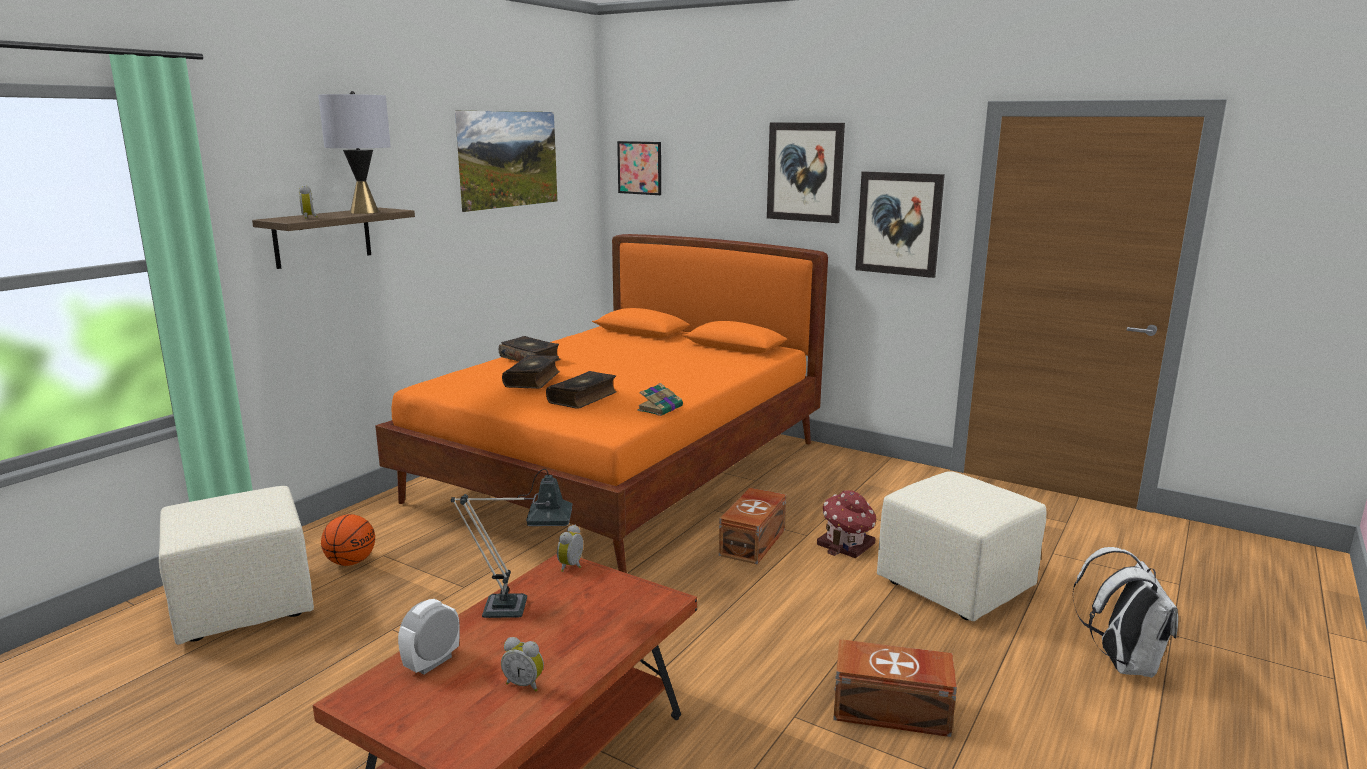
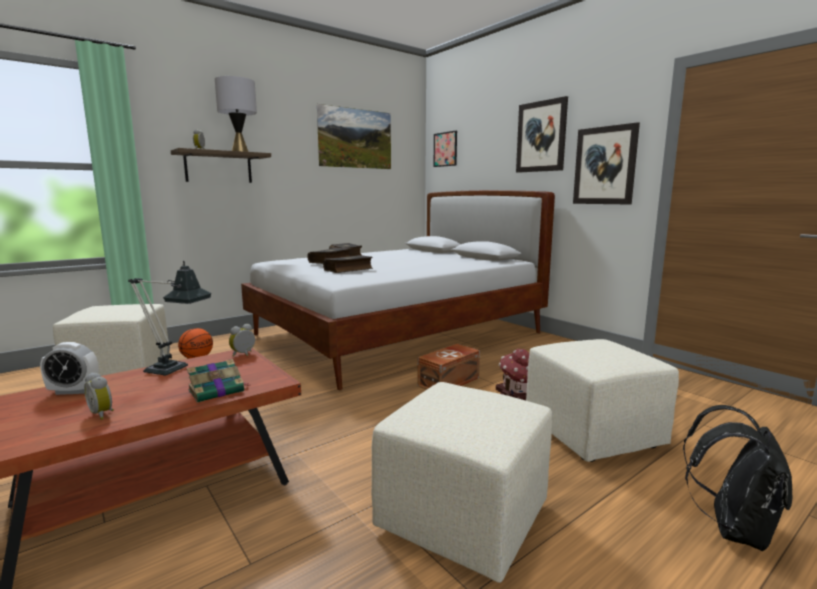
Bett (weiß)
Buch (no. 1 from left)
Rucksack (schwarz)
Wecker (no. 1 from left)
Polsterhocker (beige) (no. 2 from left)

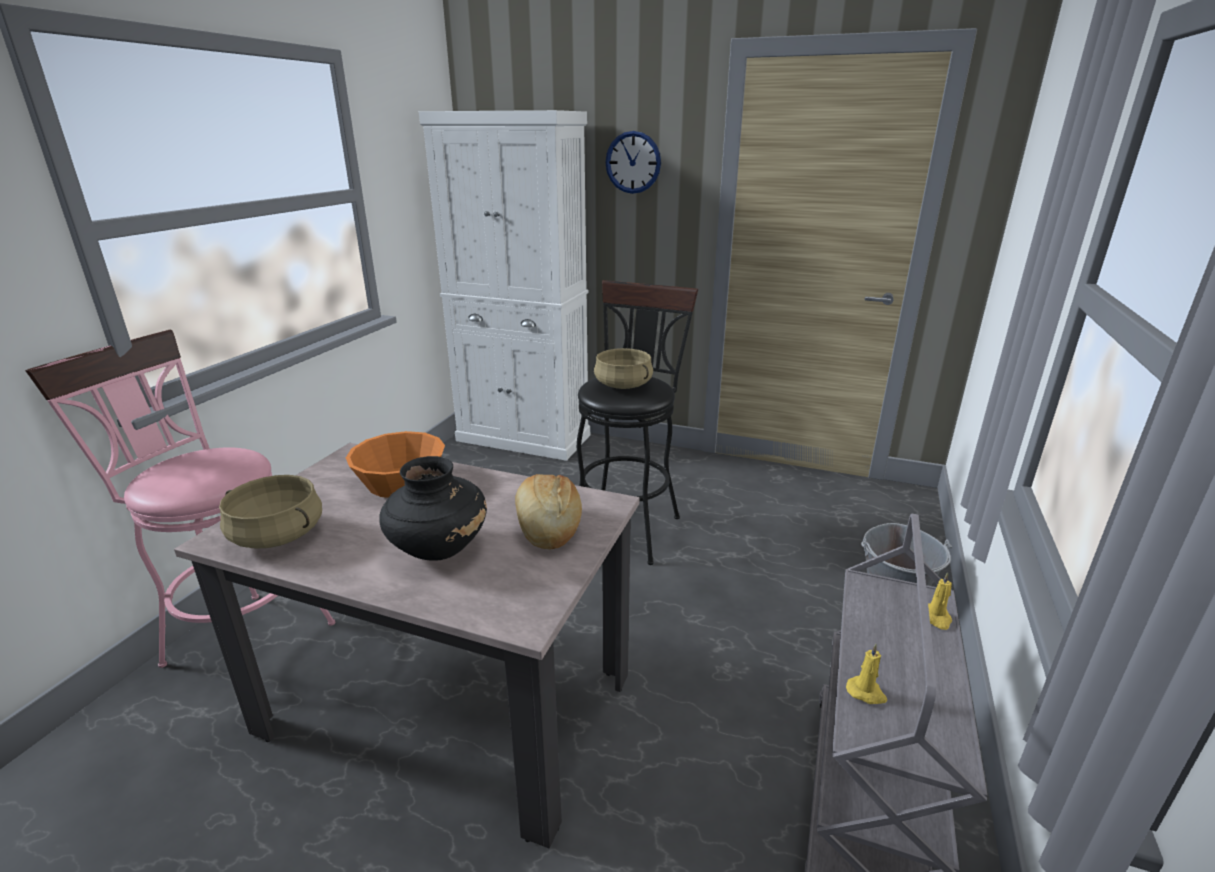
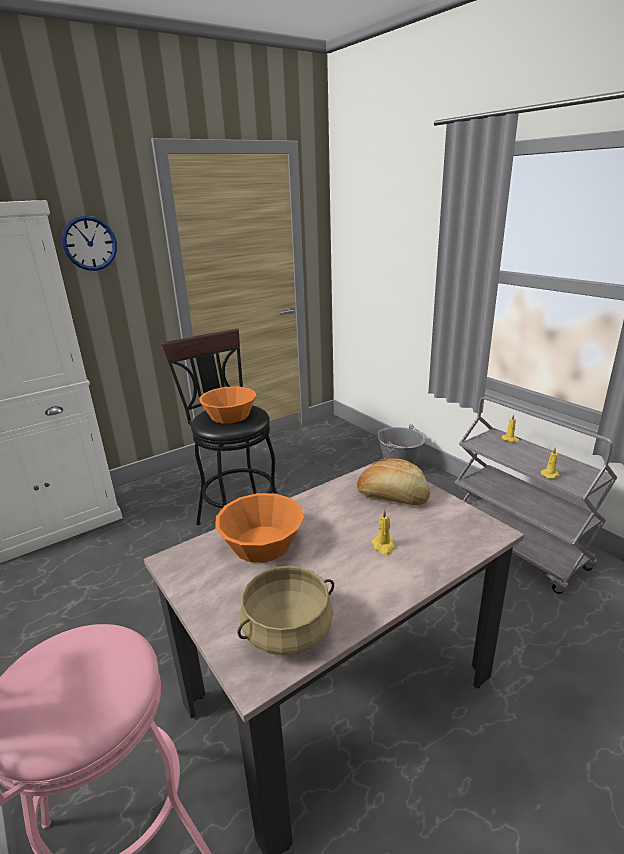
Schüssel (orange) (no. 1 from left)
Kerze (gelb) (no. 1 from left)

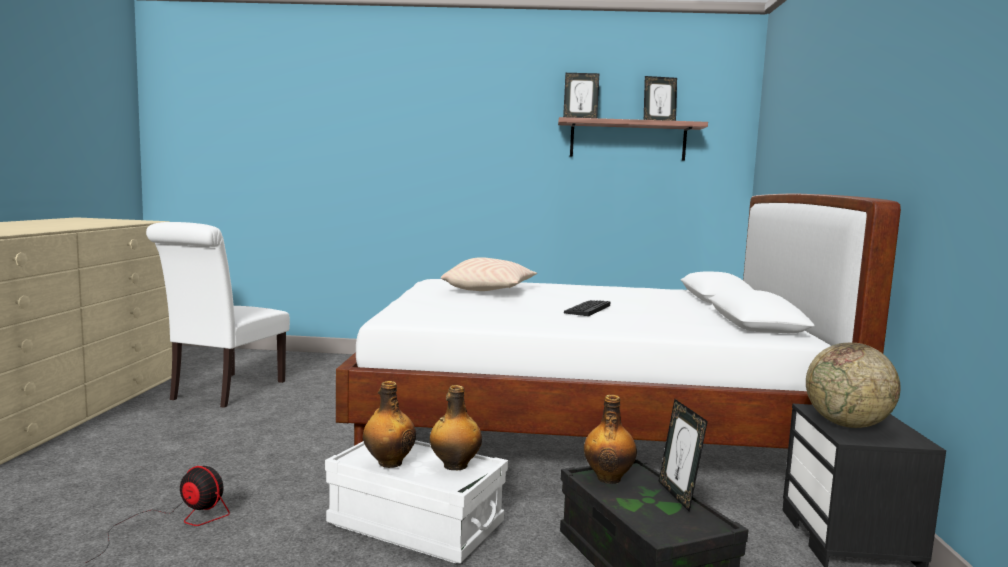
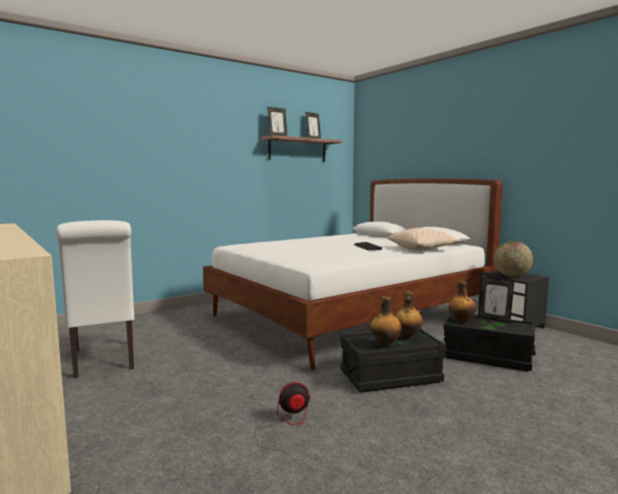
Kissen (beige)
Aufbewahrungsbox (schwarz) (no. 1 from left)

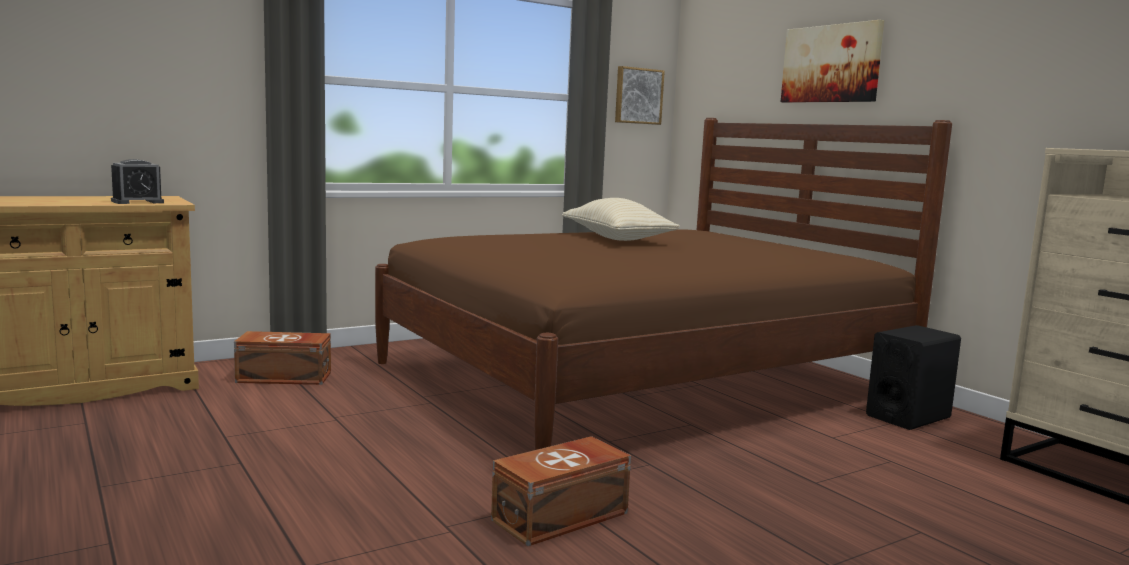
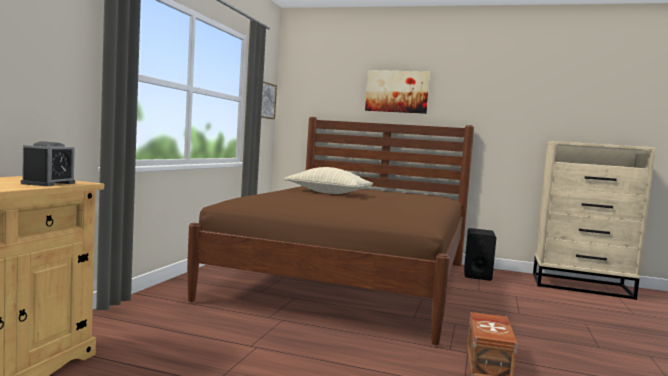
Aufbewahrungsbox (braun) (no. 1 from left in the first image)

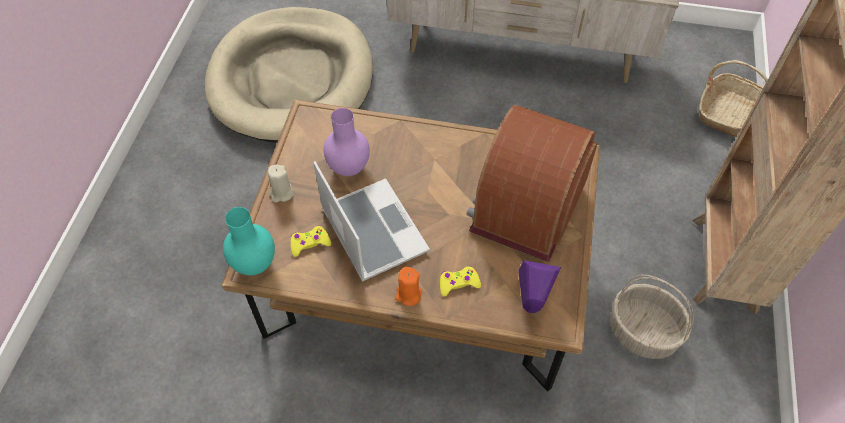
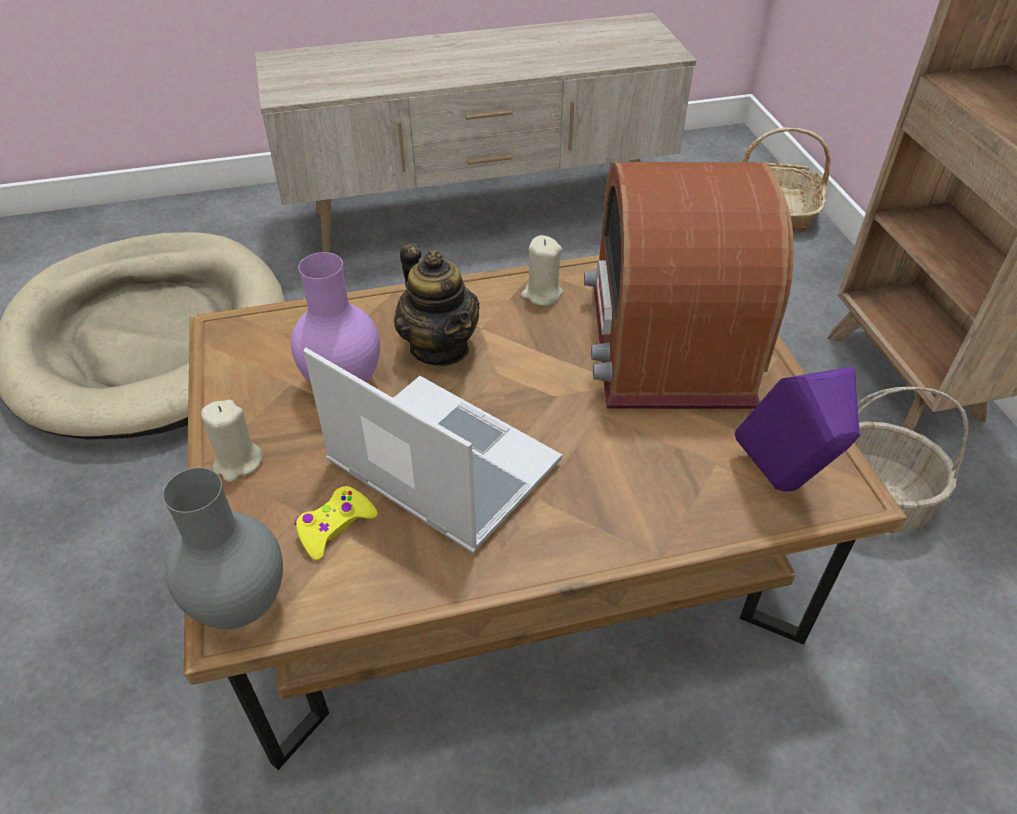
Vase (grau)
Gamepad (gelb) (no. 2 from left in the first image)
Kerze (orange)
Kerze (beige) (no. 2 from left)
Teekanne

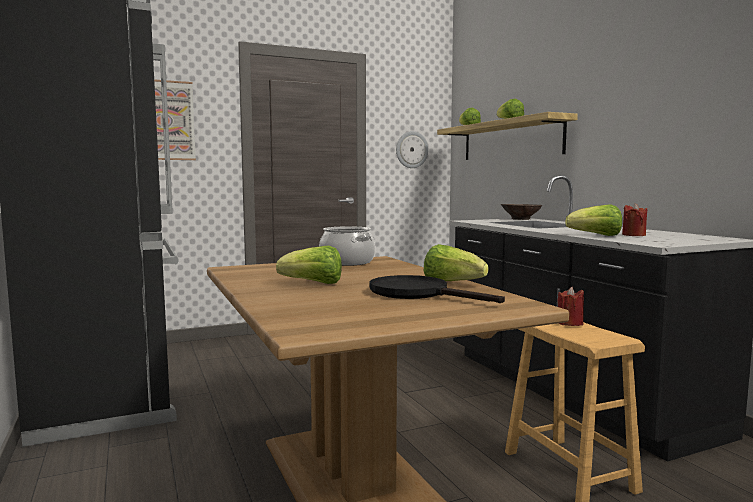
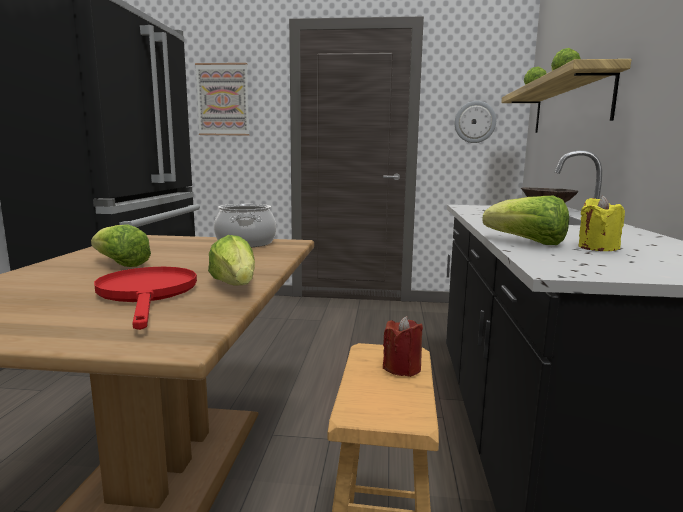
Kerze (gelb)
Pfanne (rot)

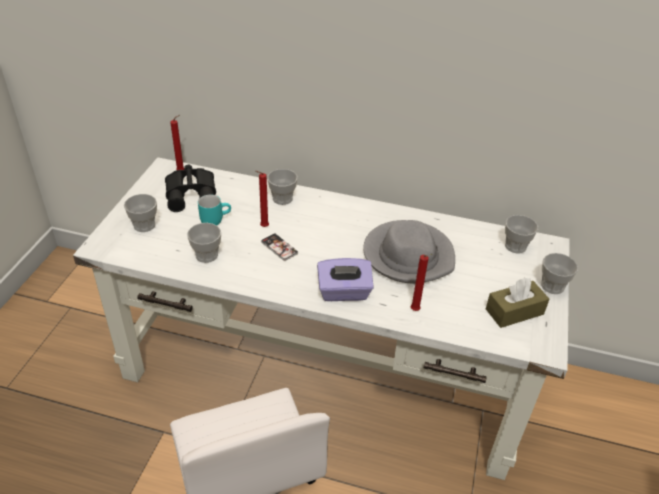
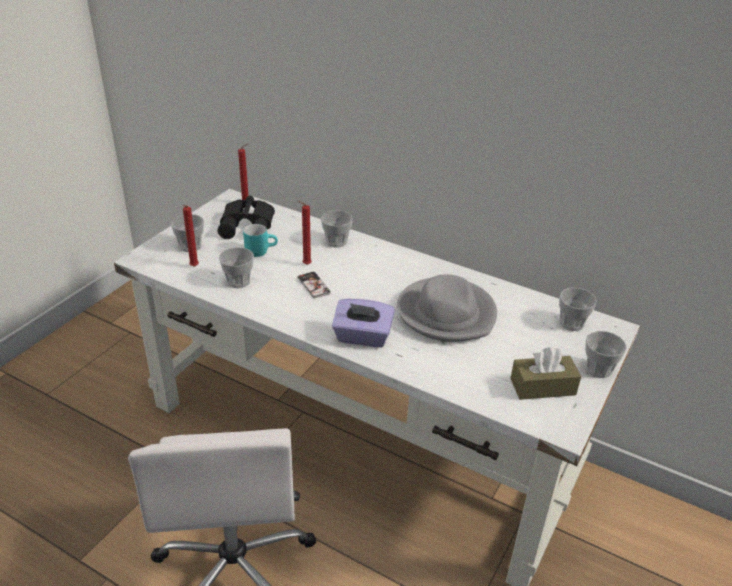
Kerze (rot) (no. 1 from left)

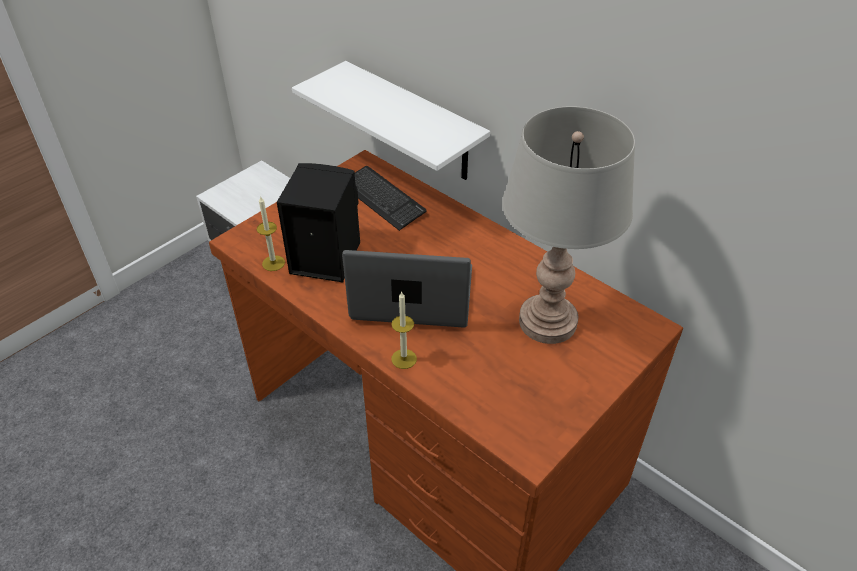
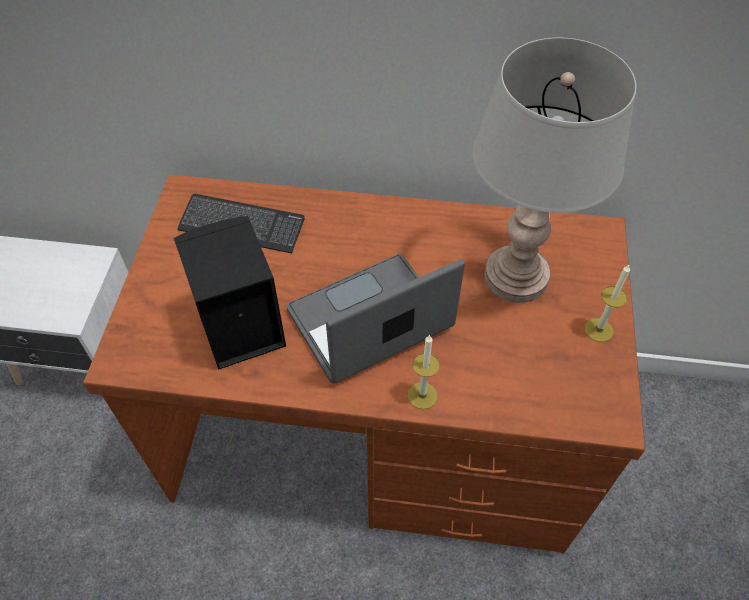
Wandregal (weiß)
Kerze (no. 2 from left)

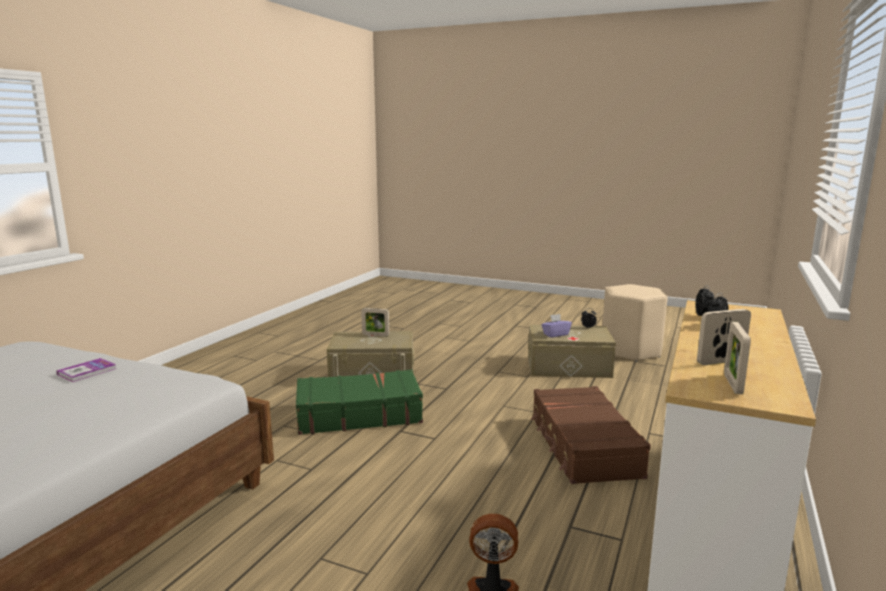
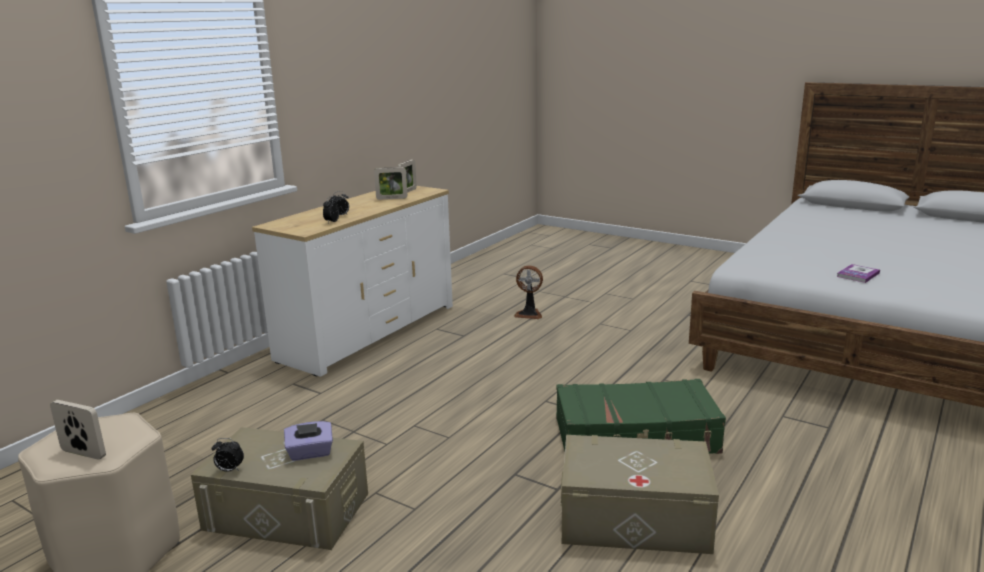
Bilderrahmen (no. 1 from left)
Koffer (braun)

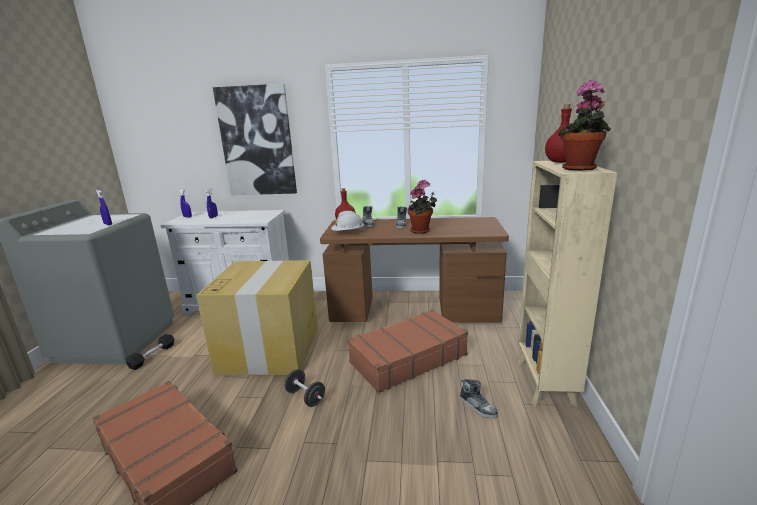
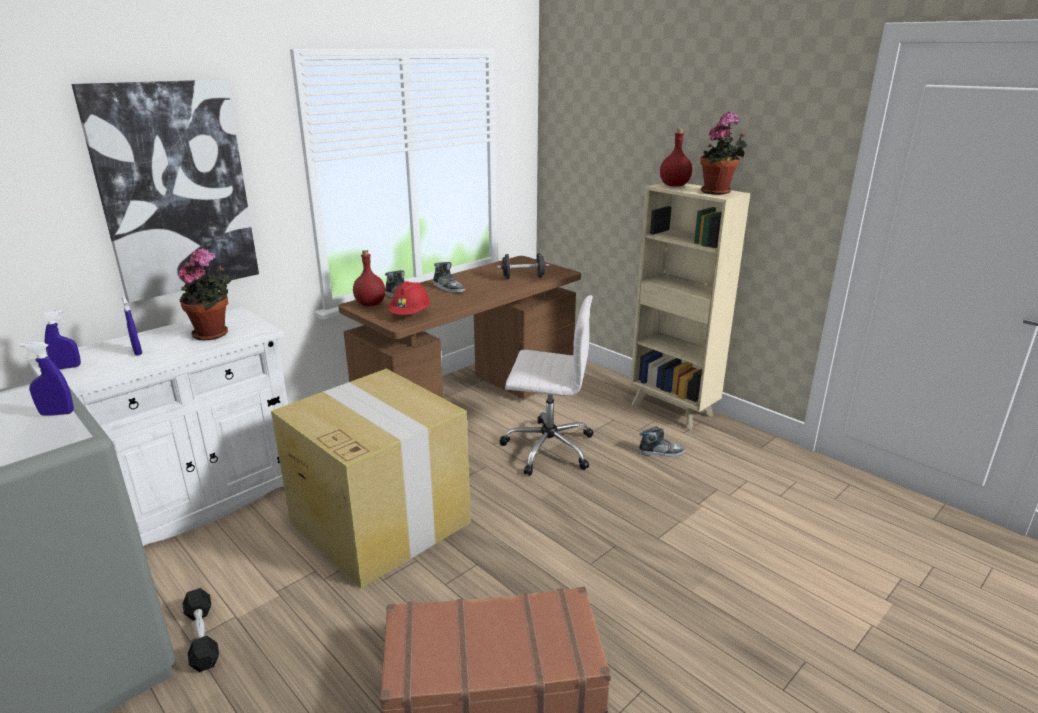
Topfpflanze (no. 1 from left)
Schutzhelm (rot)
Bürostuhl (weiß)
Hantel (schwarz) (no. 2 from left)

